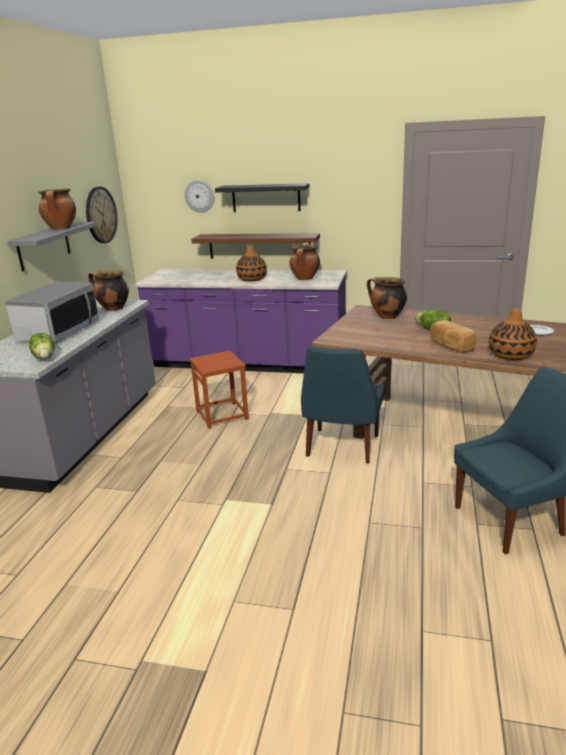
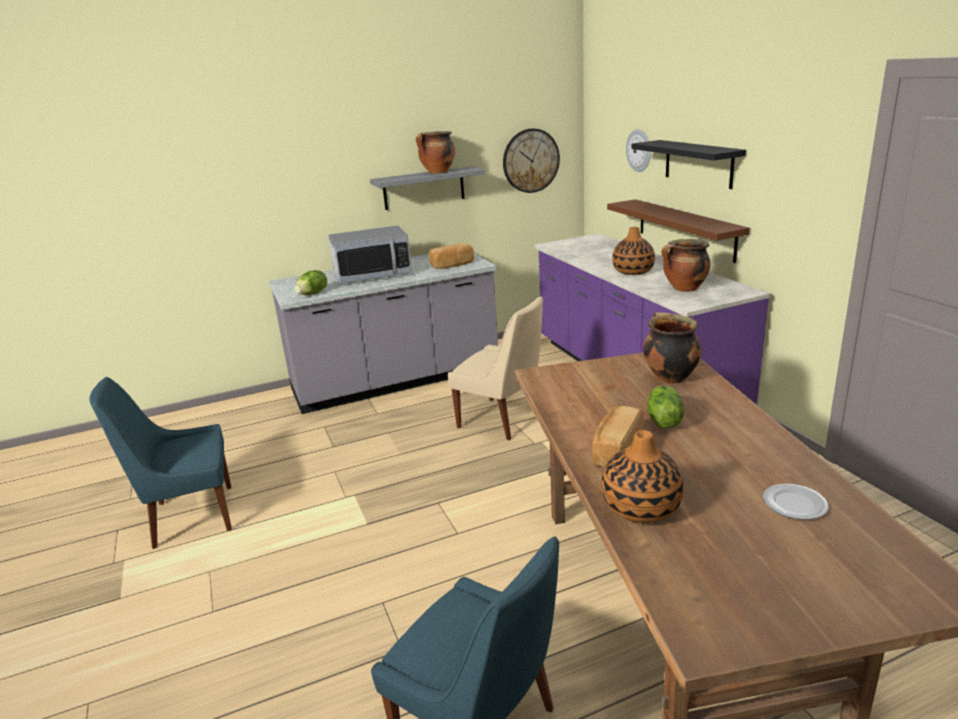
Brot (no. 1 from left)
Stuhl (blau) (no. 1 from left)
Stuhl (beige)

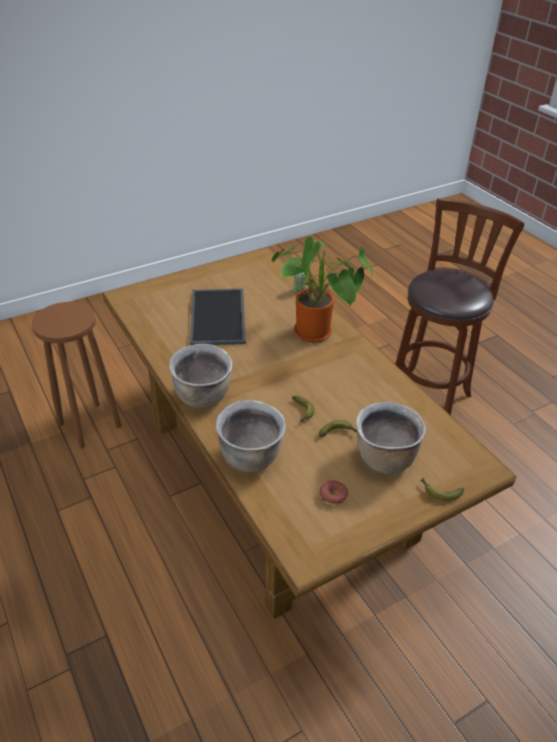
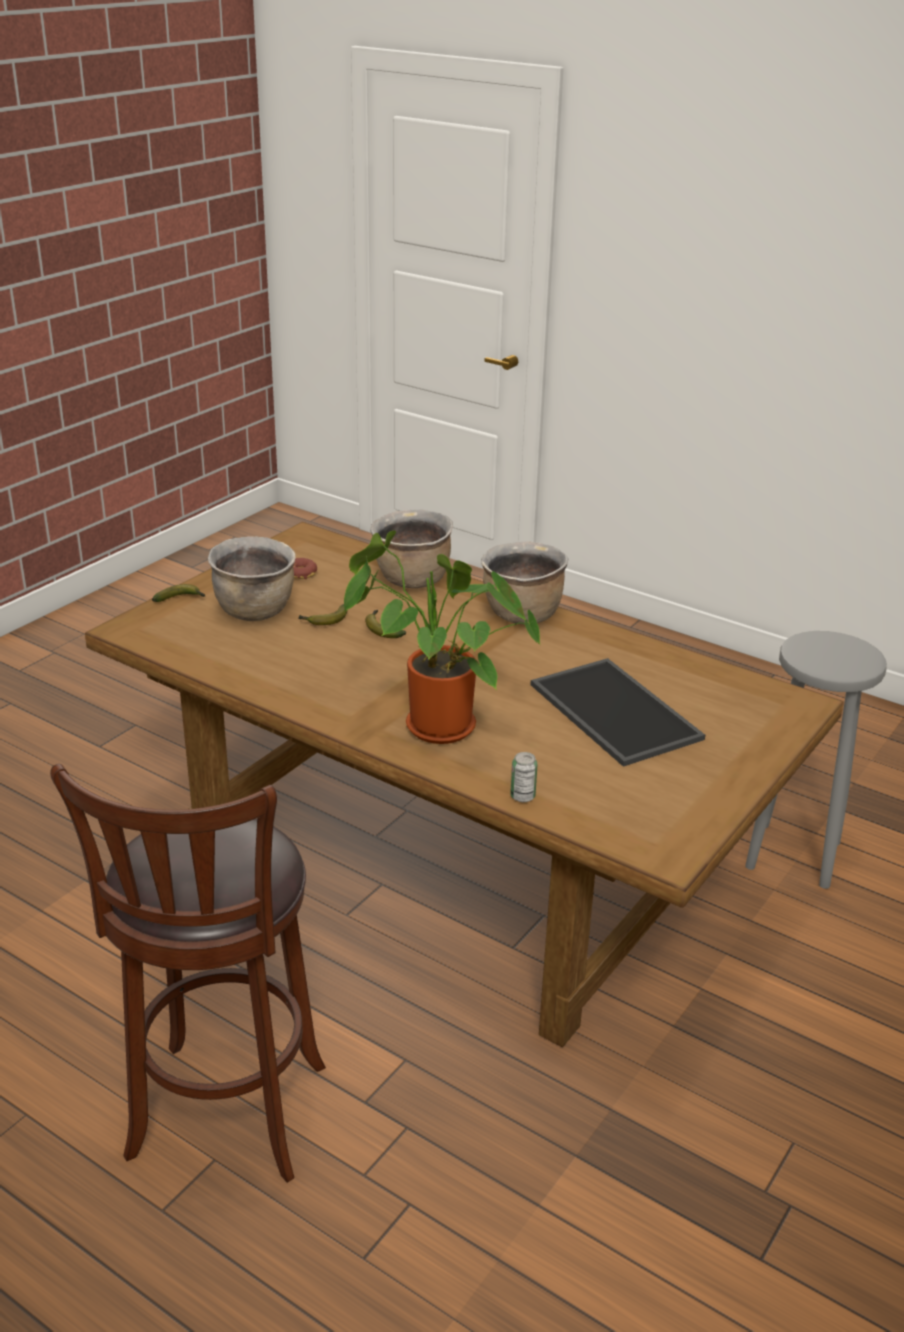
Hocker (grau)

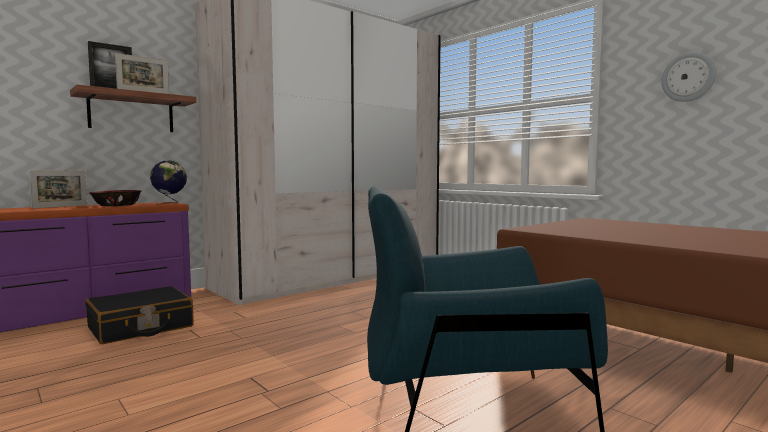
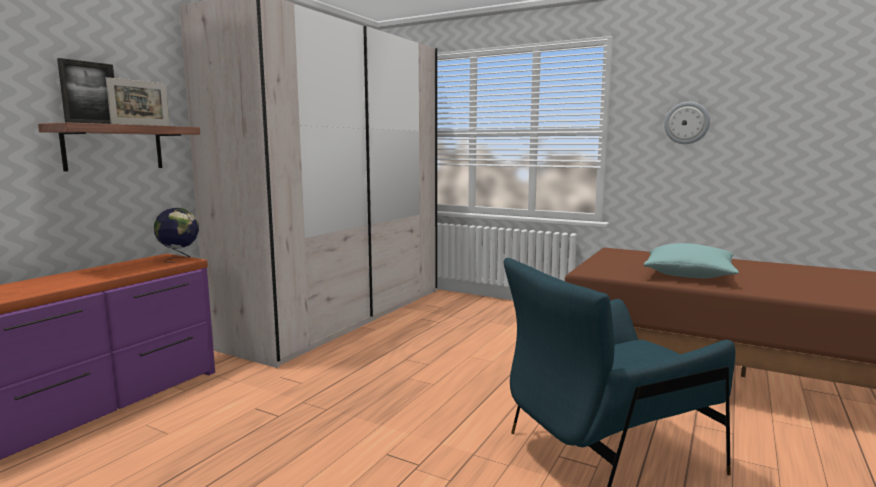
Bilderrahmen (no. 1 from left in the first image)
Schüssel
Koffer (schwarz)
Kissen (türkis)

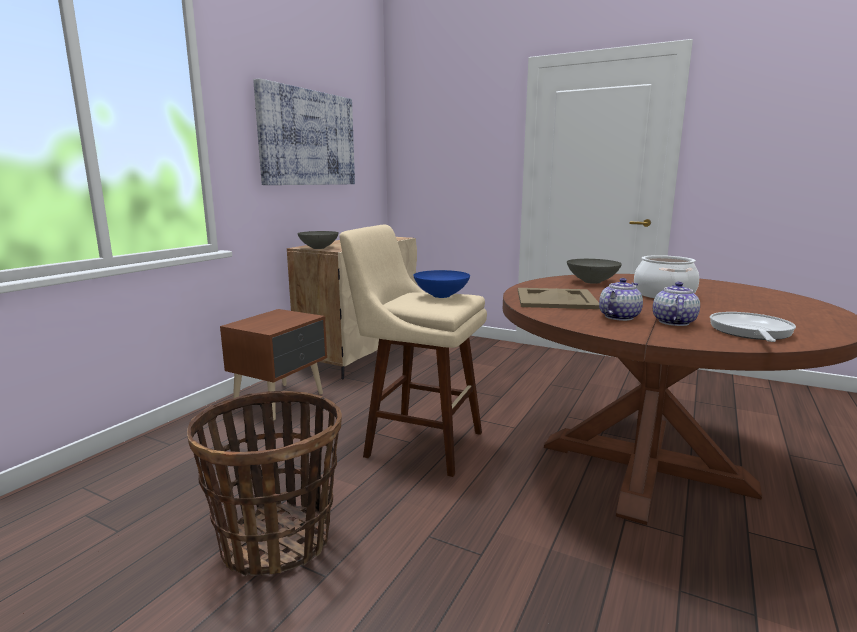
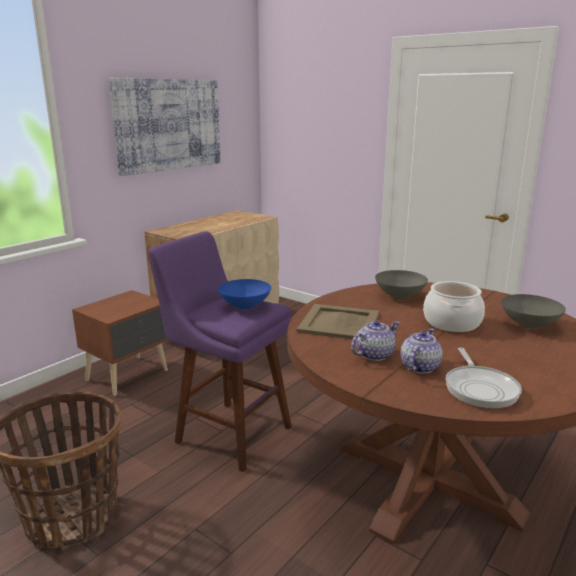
Hocker (lila)
Schüssel (grau) (no. 2 from left)
Pfanne

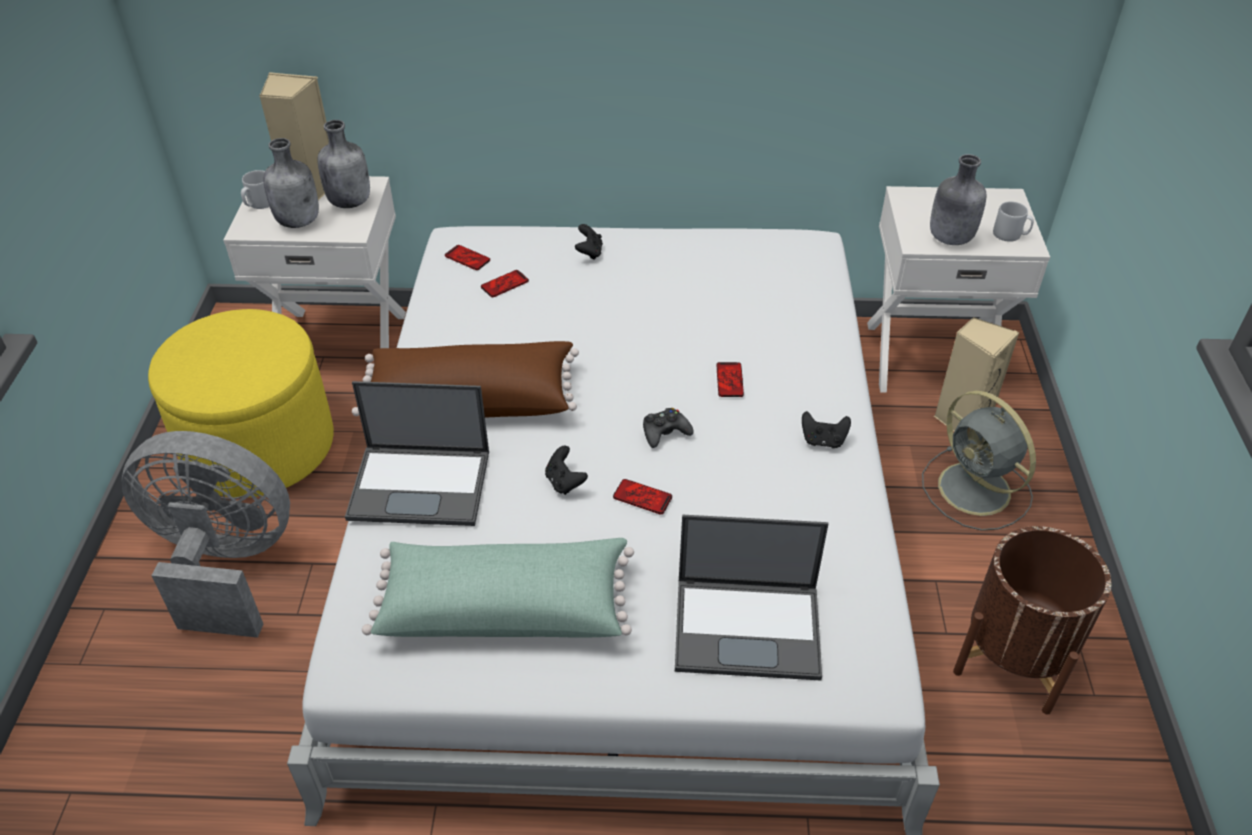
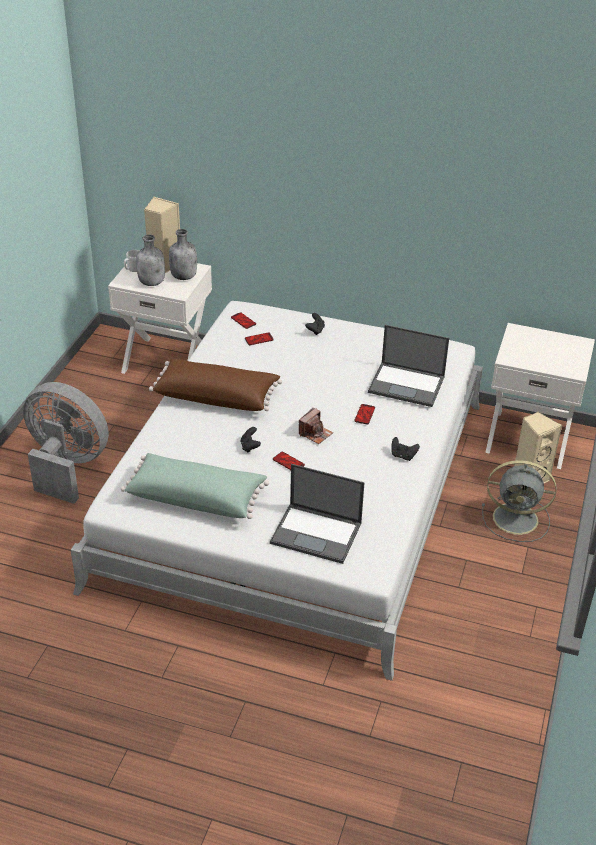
Flasche (grau) (no. 3 from left in the first image)
Henkelbecher (grau) (no. 2 from left in the first image)
Polsterhocker (gelb)
Laptop (no. 2 from left)
Ventilator (grau) (no. 2 from left)
Kamera
Pflanzkübel (braun)

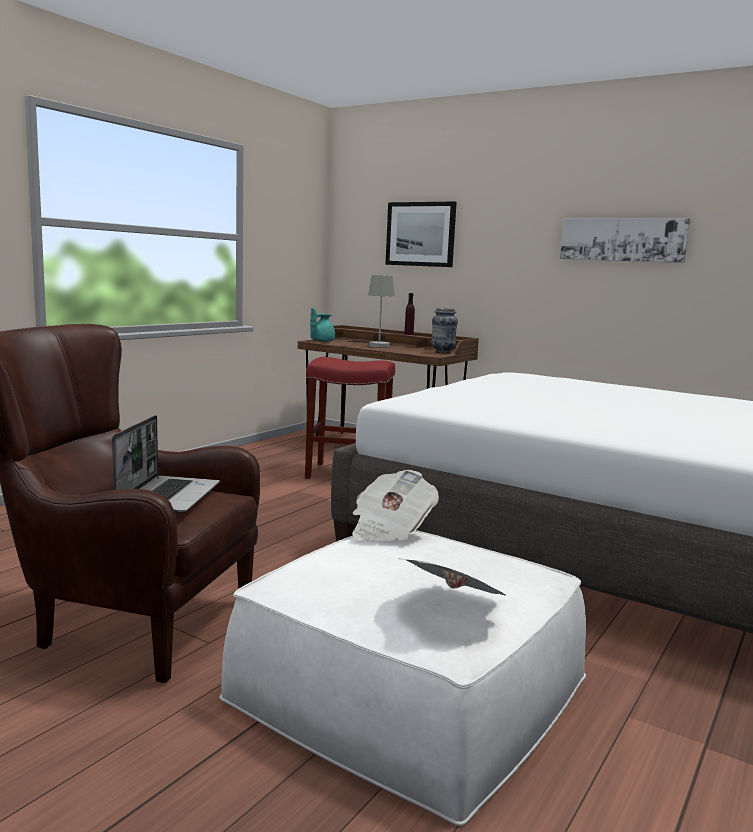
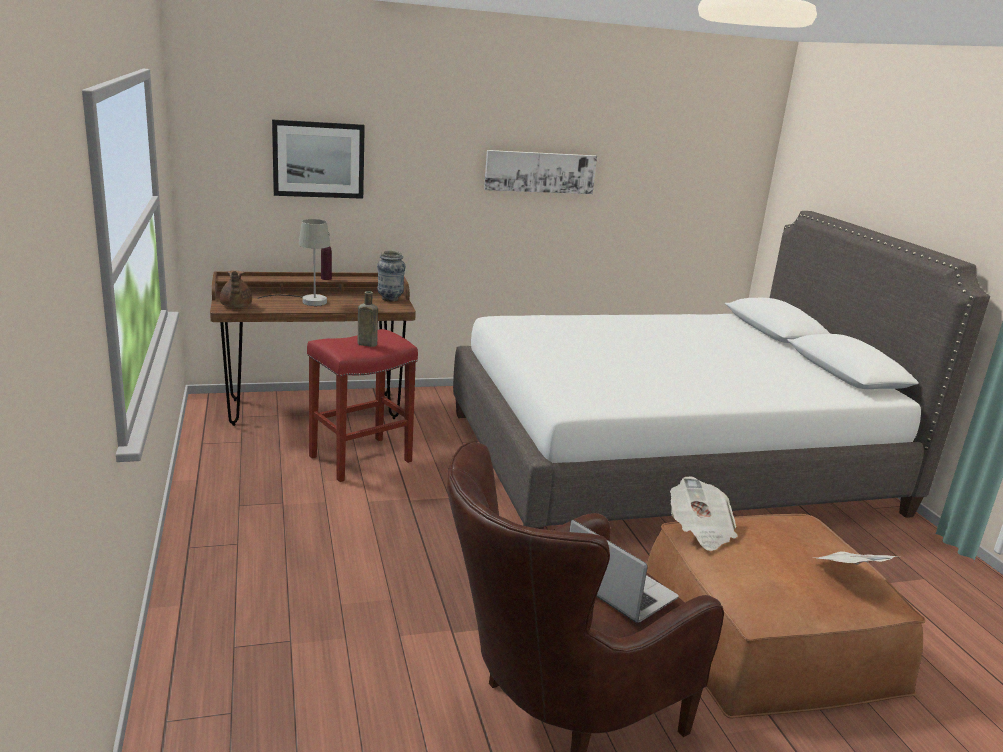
Teekanne (braun)
Polsterhocker (braun)
Flasche (braun)

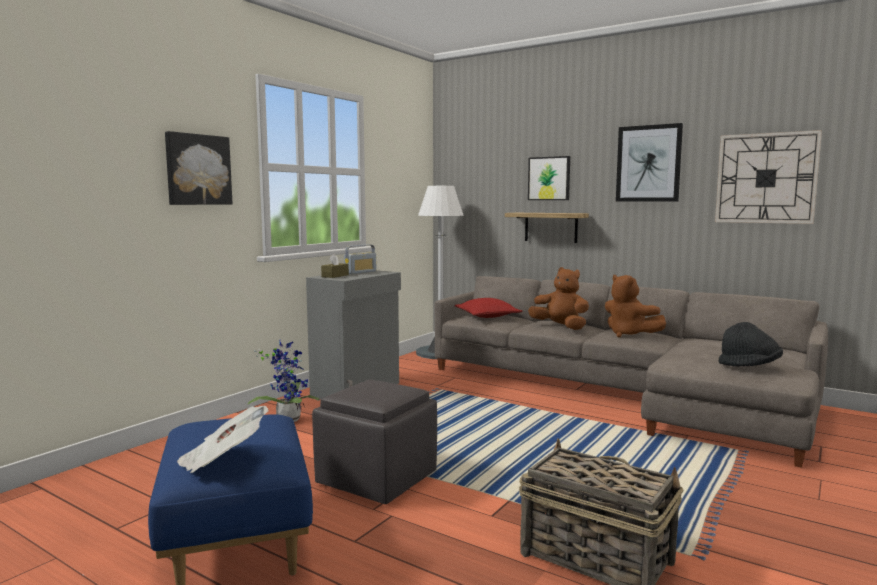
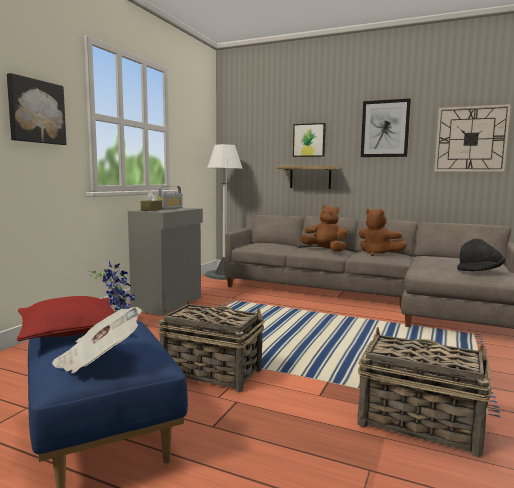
Kissen (rot)
Korb (no. 1 from left)

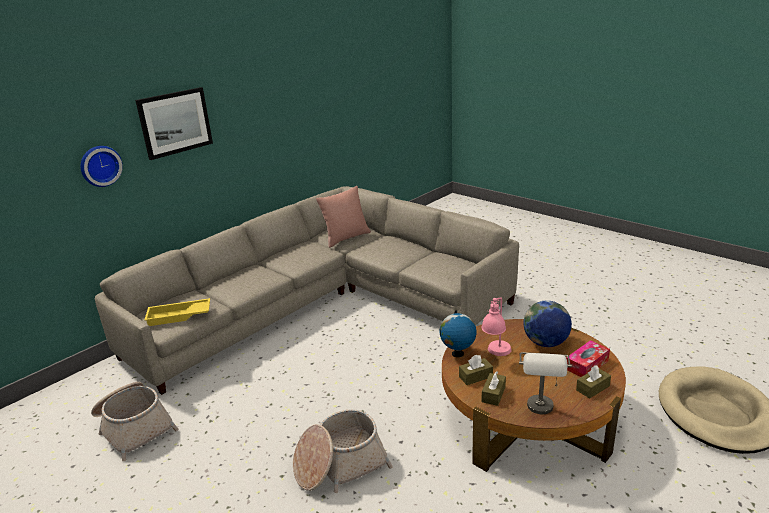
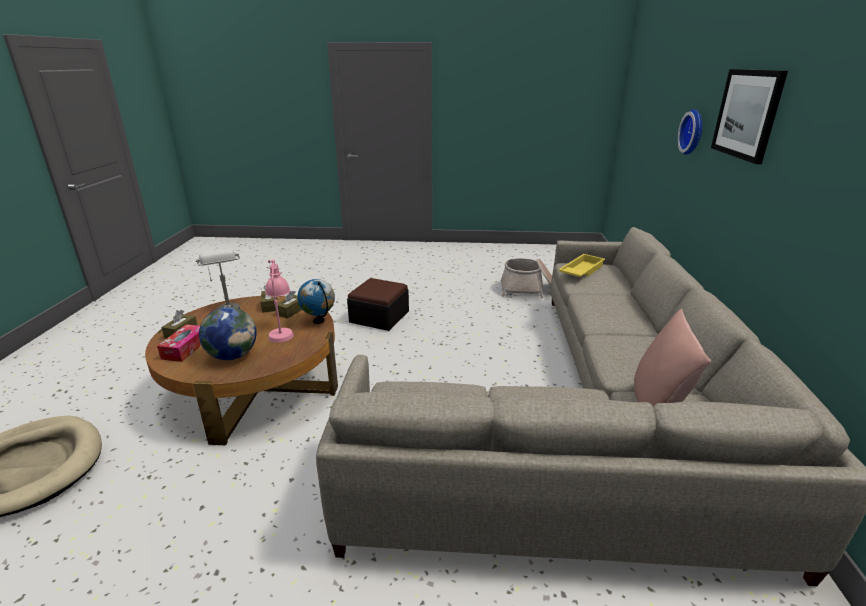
Polsterhocker

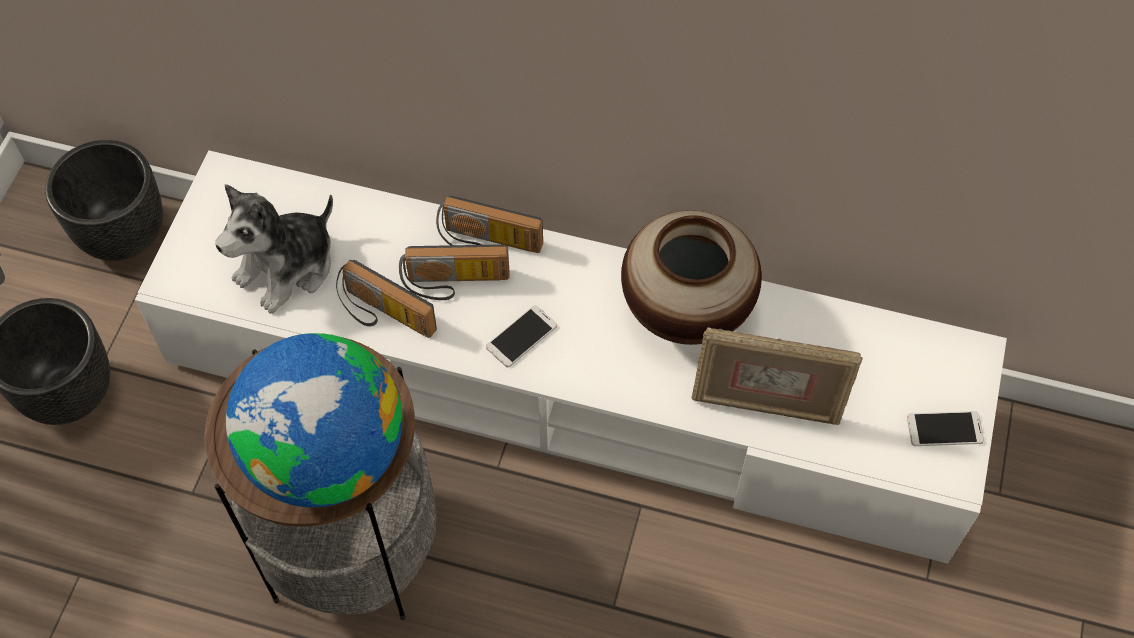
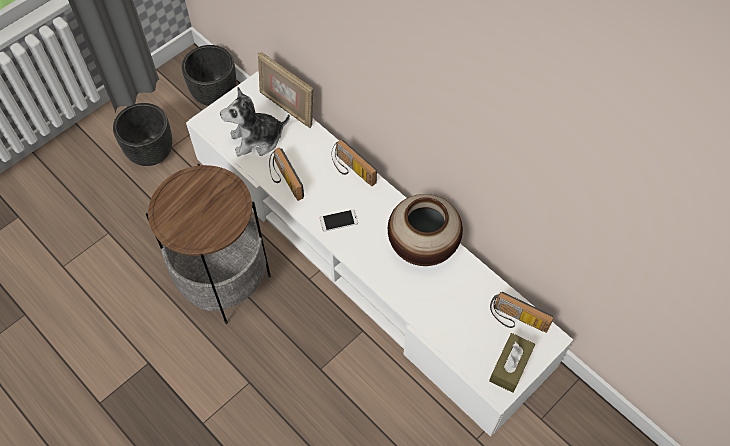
Radio (no. 3 from left)
Bilderrahmen
Globus
Taschentuchbox (braun)

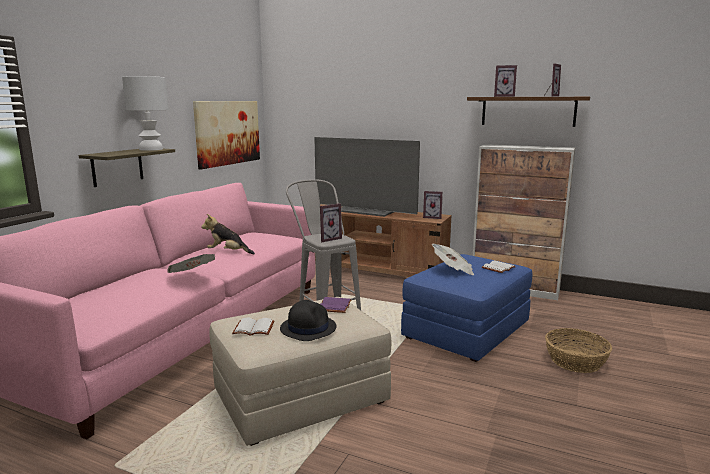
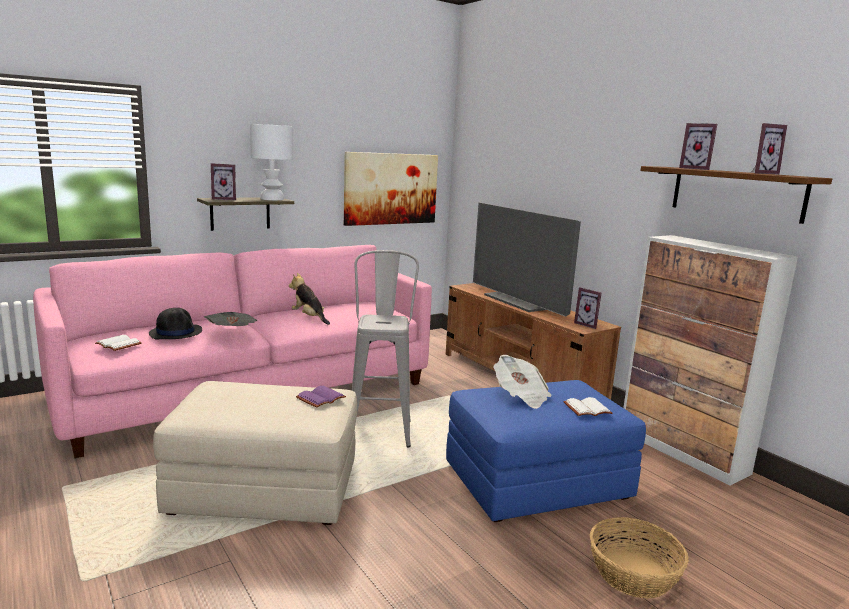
Bilderrahmen (no. 1 from left)
Hut (schwarz)
Buch (weiß) (no. 1 from left)

